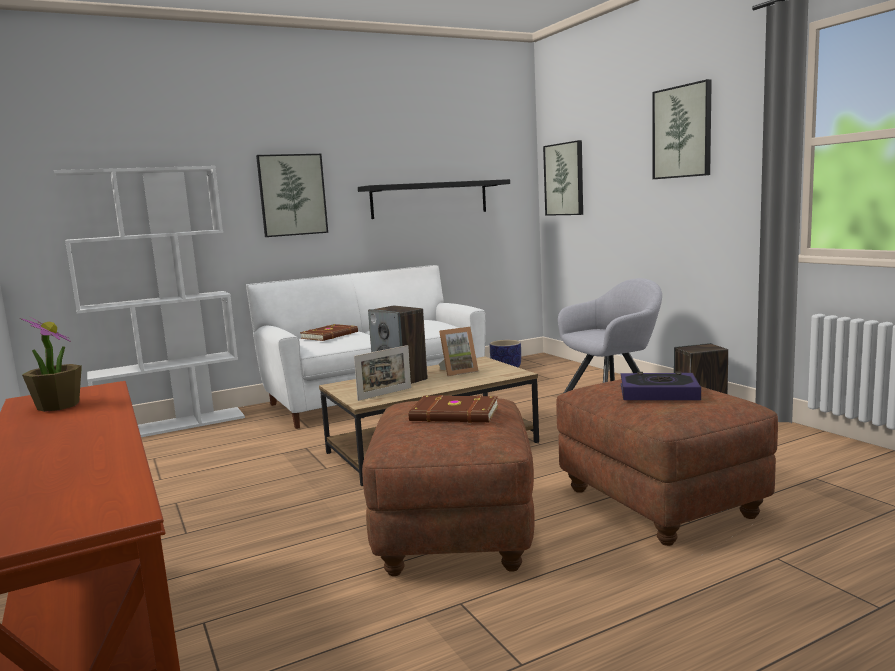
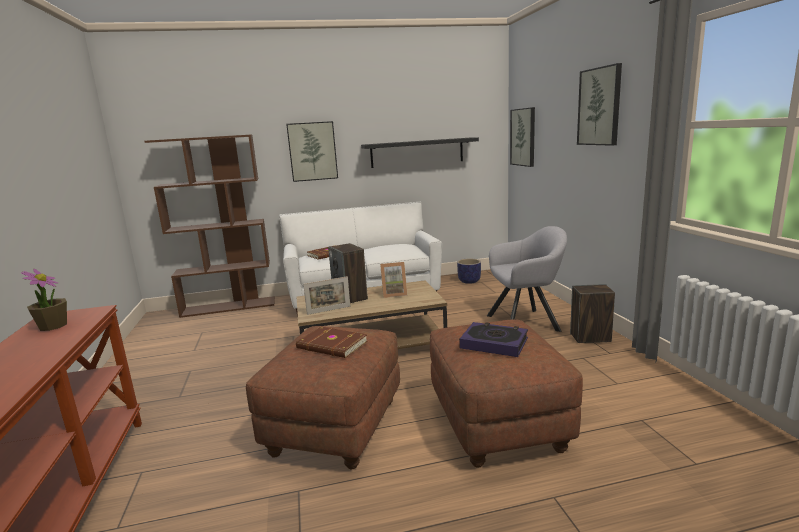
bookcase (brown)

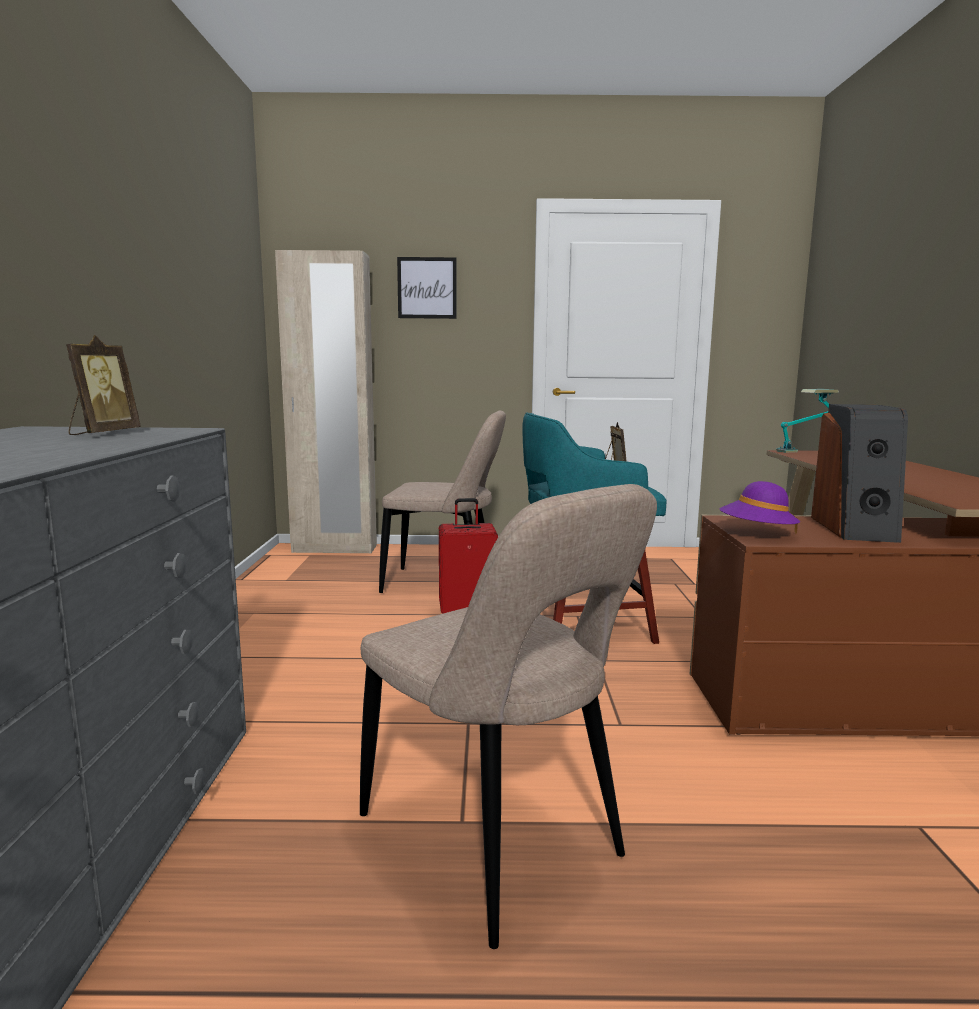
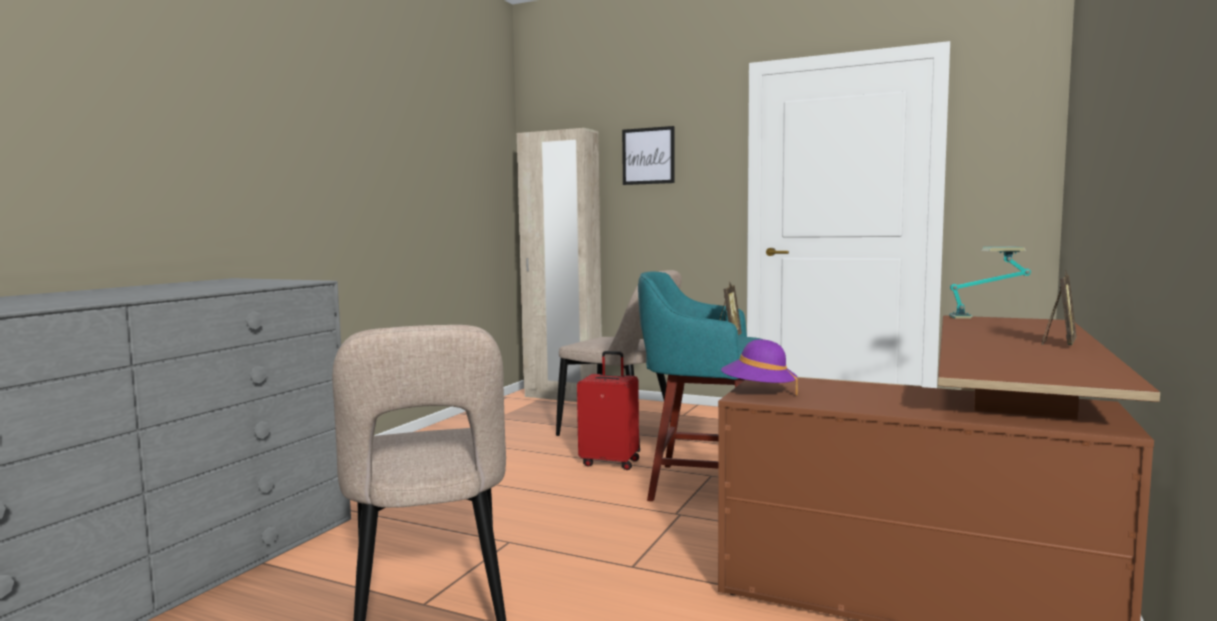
audio speaker; picture frame (no. 2 from left)

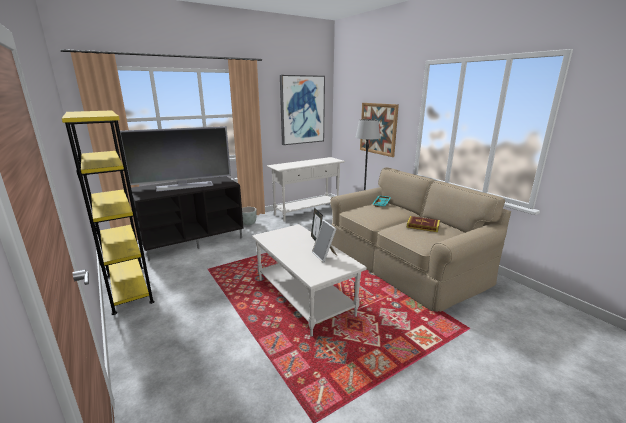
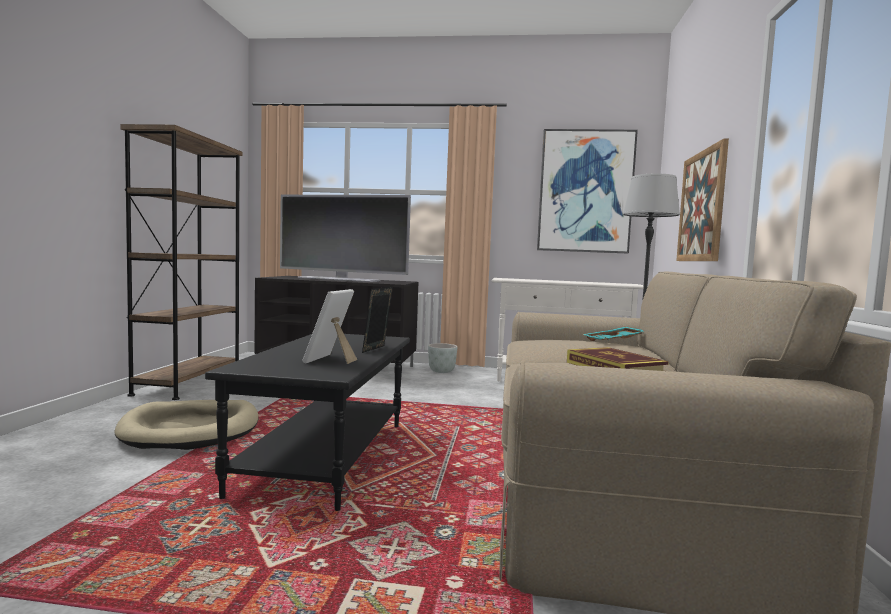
pet bed (beige); bookcase (brown); low table (black-coloured)

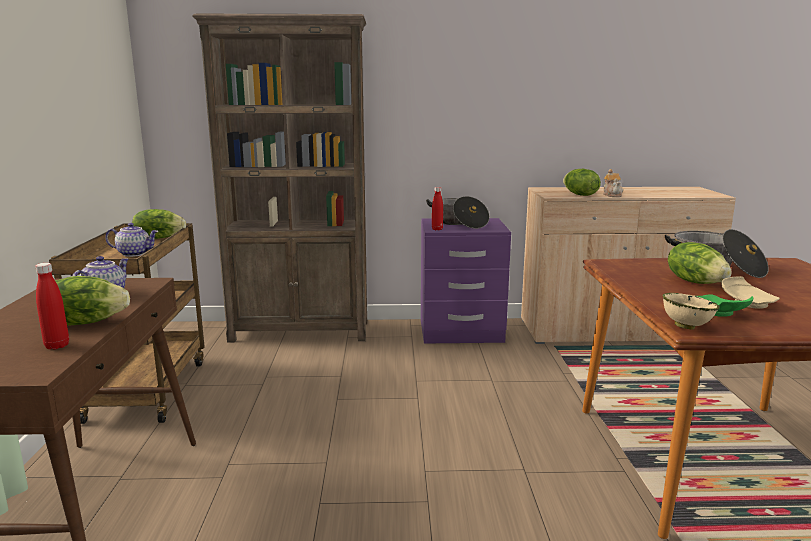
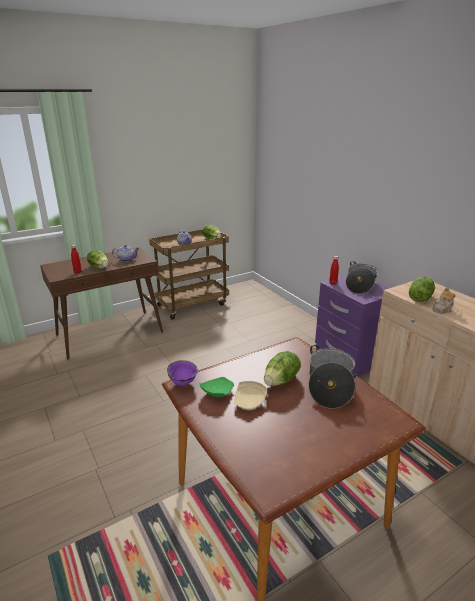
bookcase (brown); deep dish (purple)

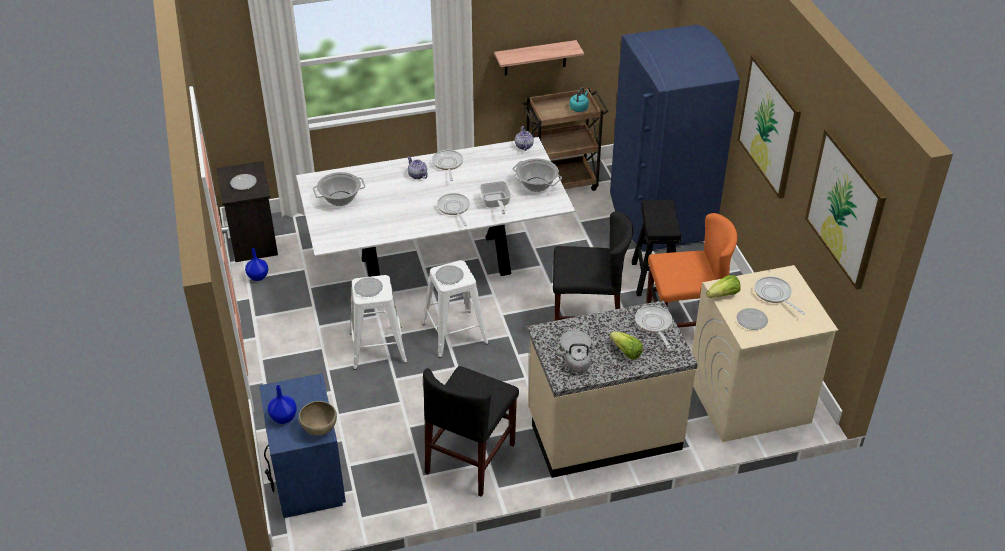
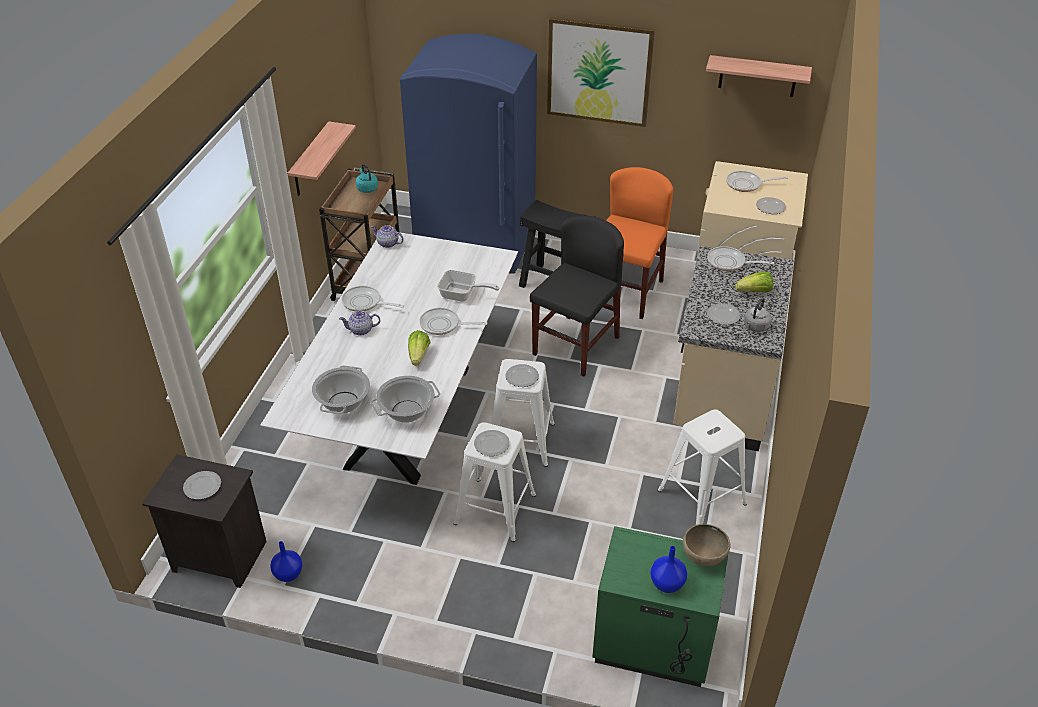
stockpot (no. 2 from left); lettuce head (no. 1 from left); sitting stool (white) (no. 3 from left); shelf (no. 2 from left); nightstand (green-coloured)

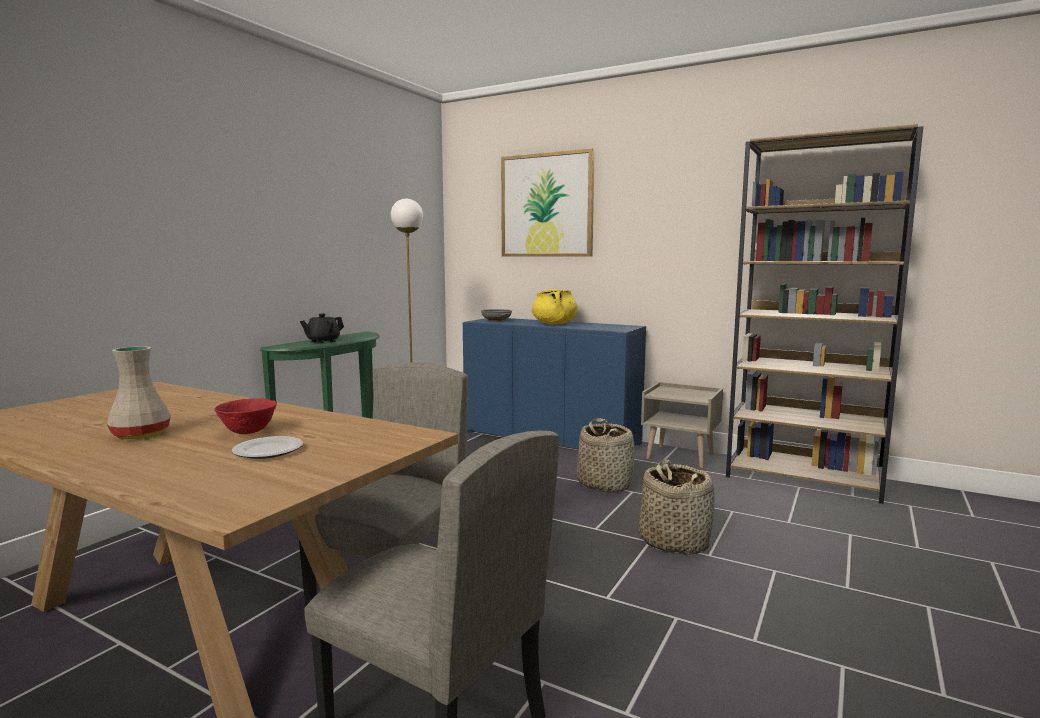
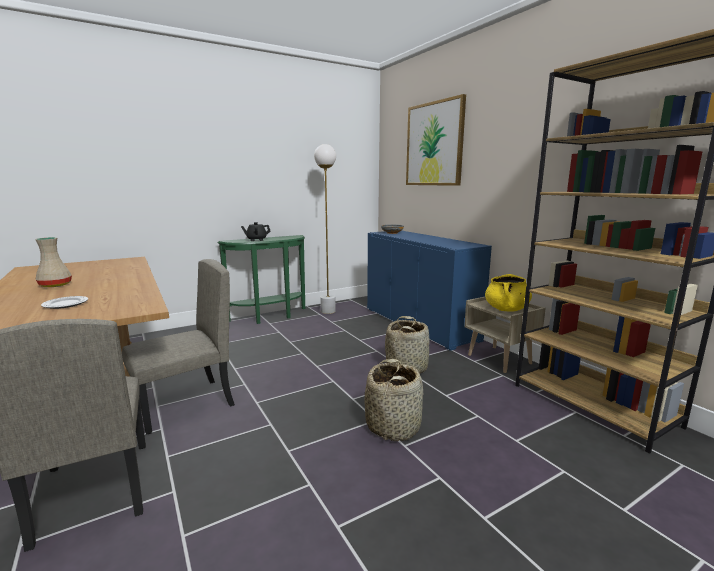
deep dish (red-coloured); stockpot (yellowish)

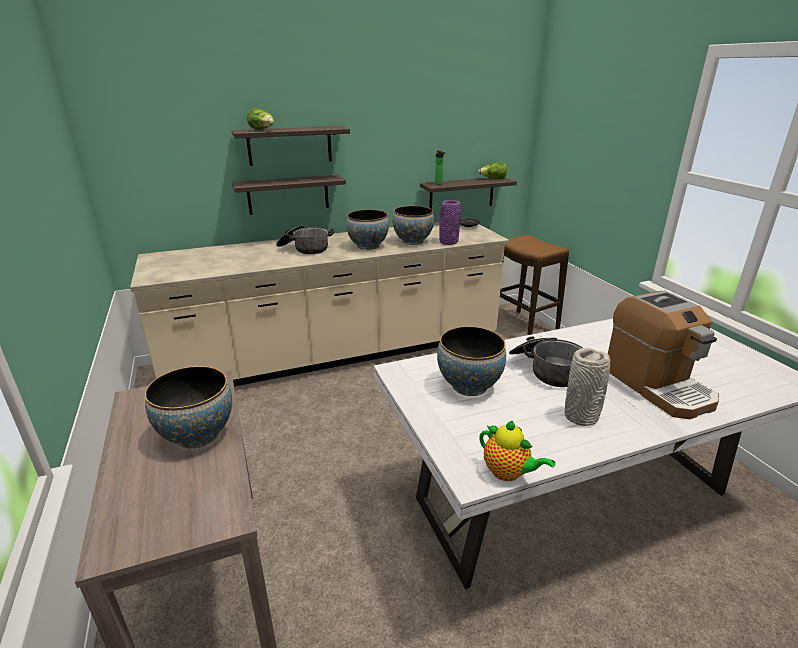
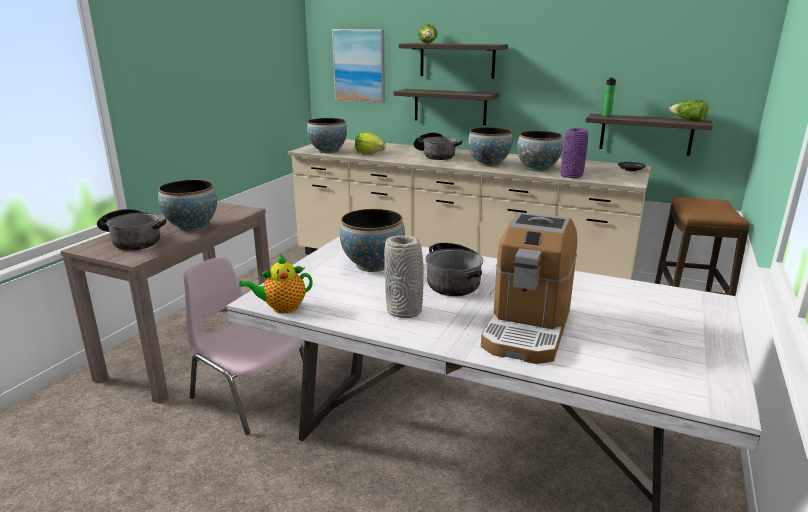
stockpot (no. 1 from left); upright chair (pink); deep dish (no. 2 from left); picture; lettuce head (no. 1 from left); pot for tea

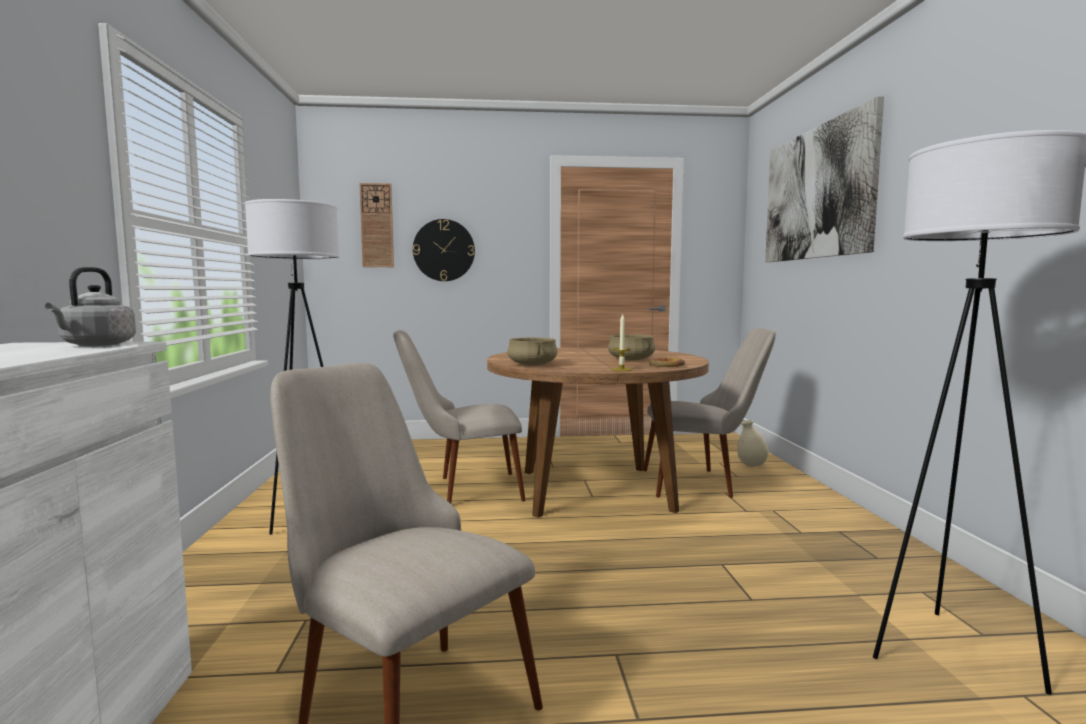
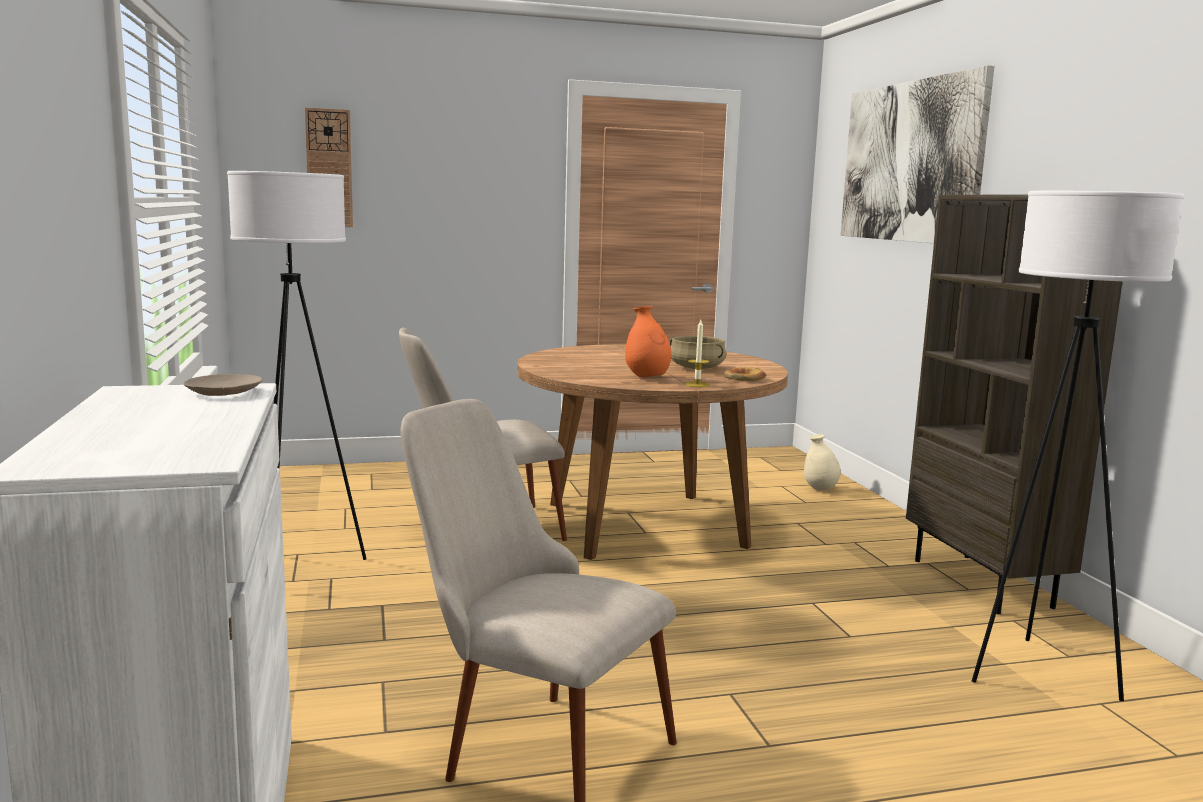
hanging clock (no. 2 from left in the first image); stockpot (beige) (no. 1 from left in the first image); upright chair (beige) (no. 3 from left in the first image); vase (orangey); bookcase (brown); dinner plate (beige)

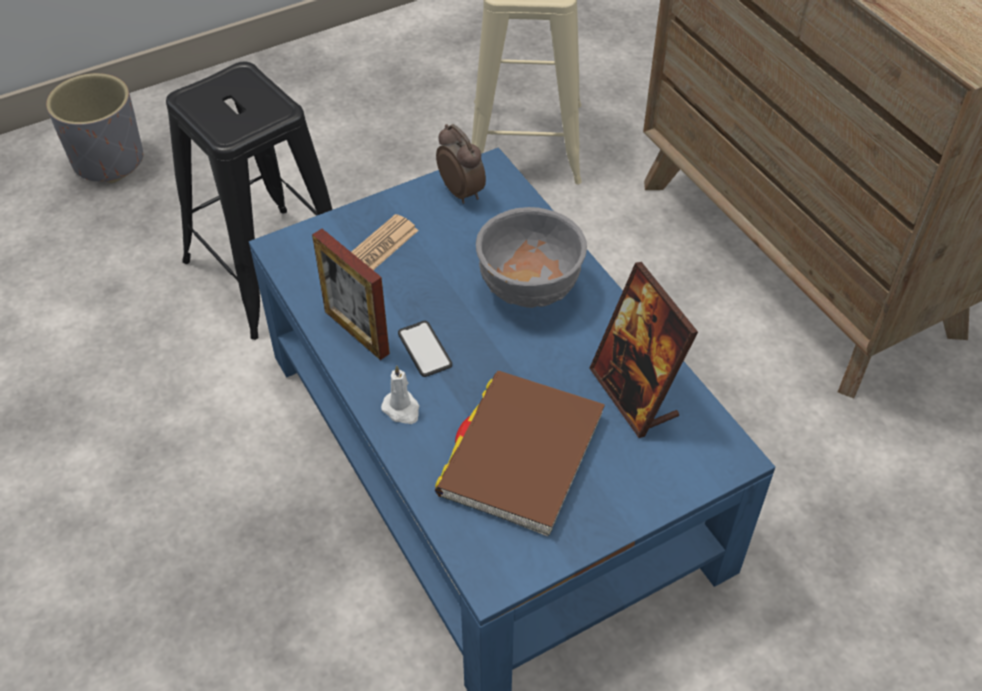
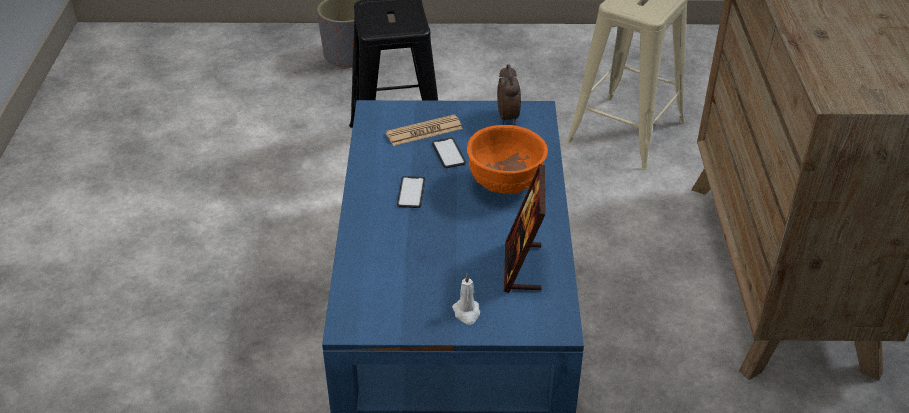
picture frame (no. 1 from left in the first image); book (brown); handset (no. 2 from left); wax light (white); deep dish (orangey)

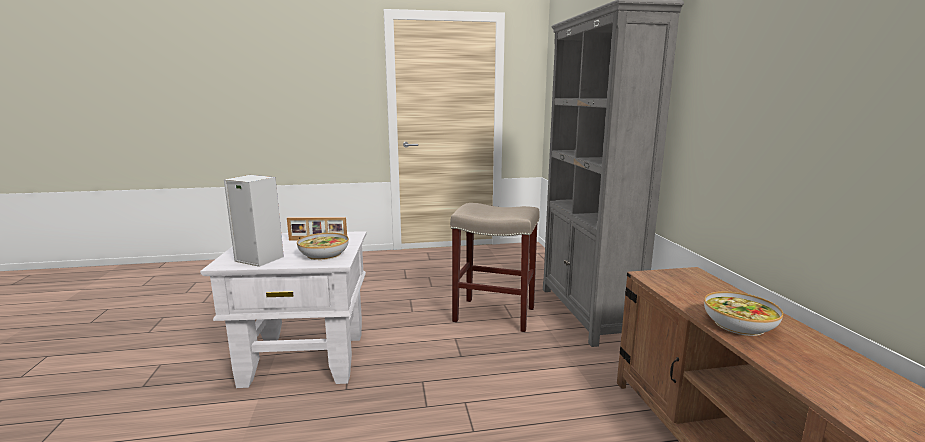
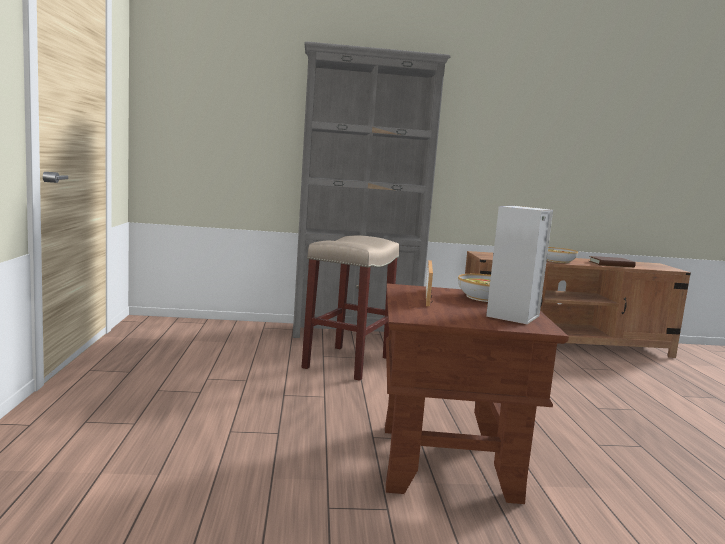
book (brown); accent table (brown)

